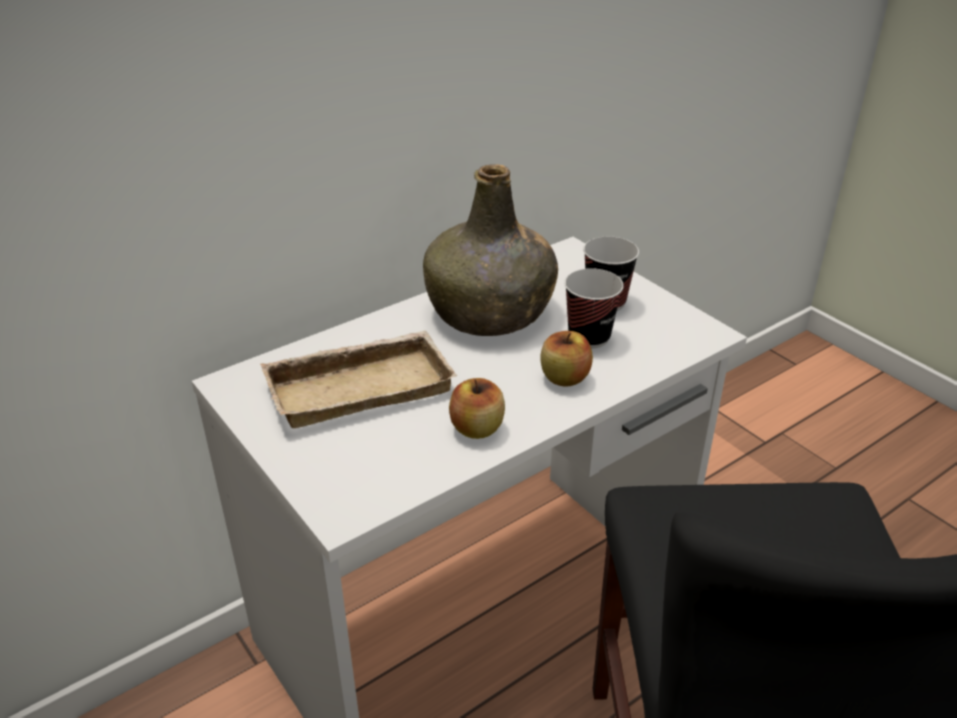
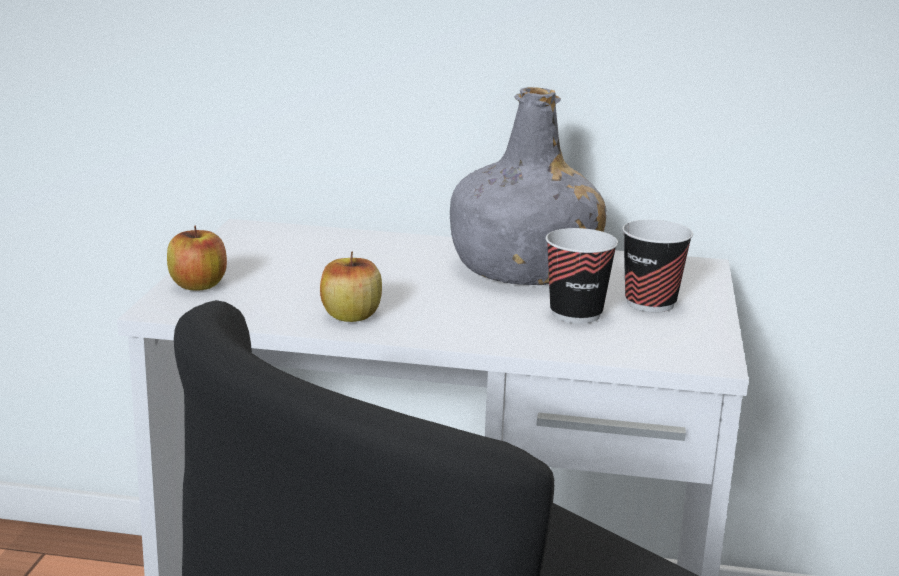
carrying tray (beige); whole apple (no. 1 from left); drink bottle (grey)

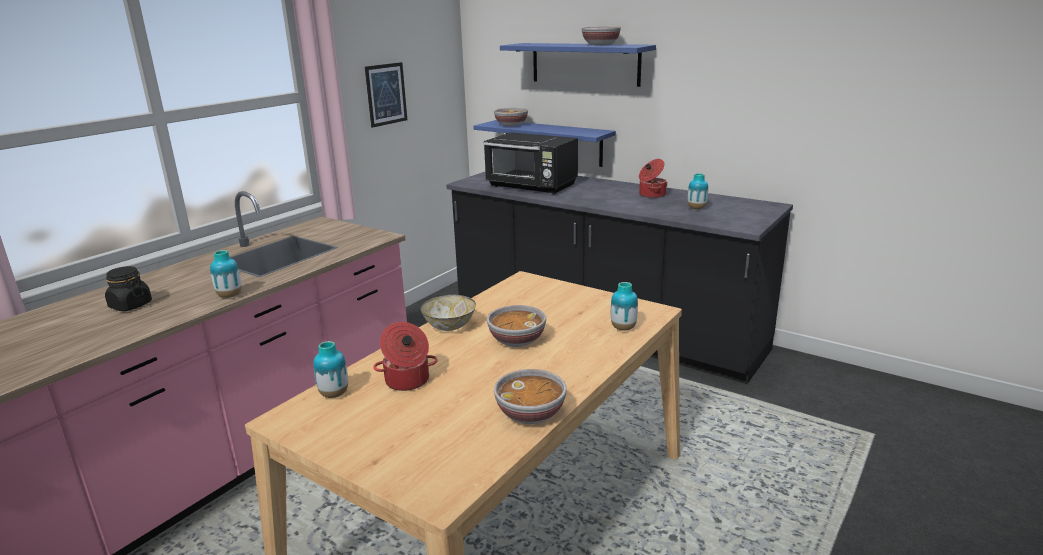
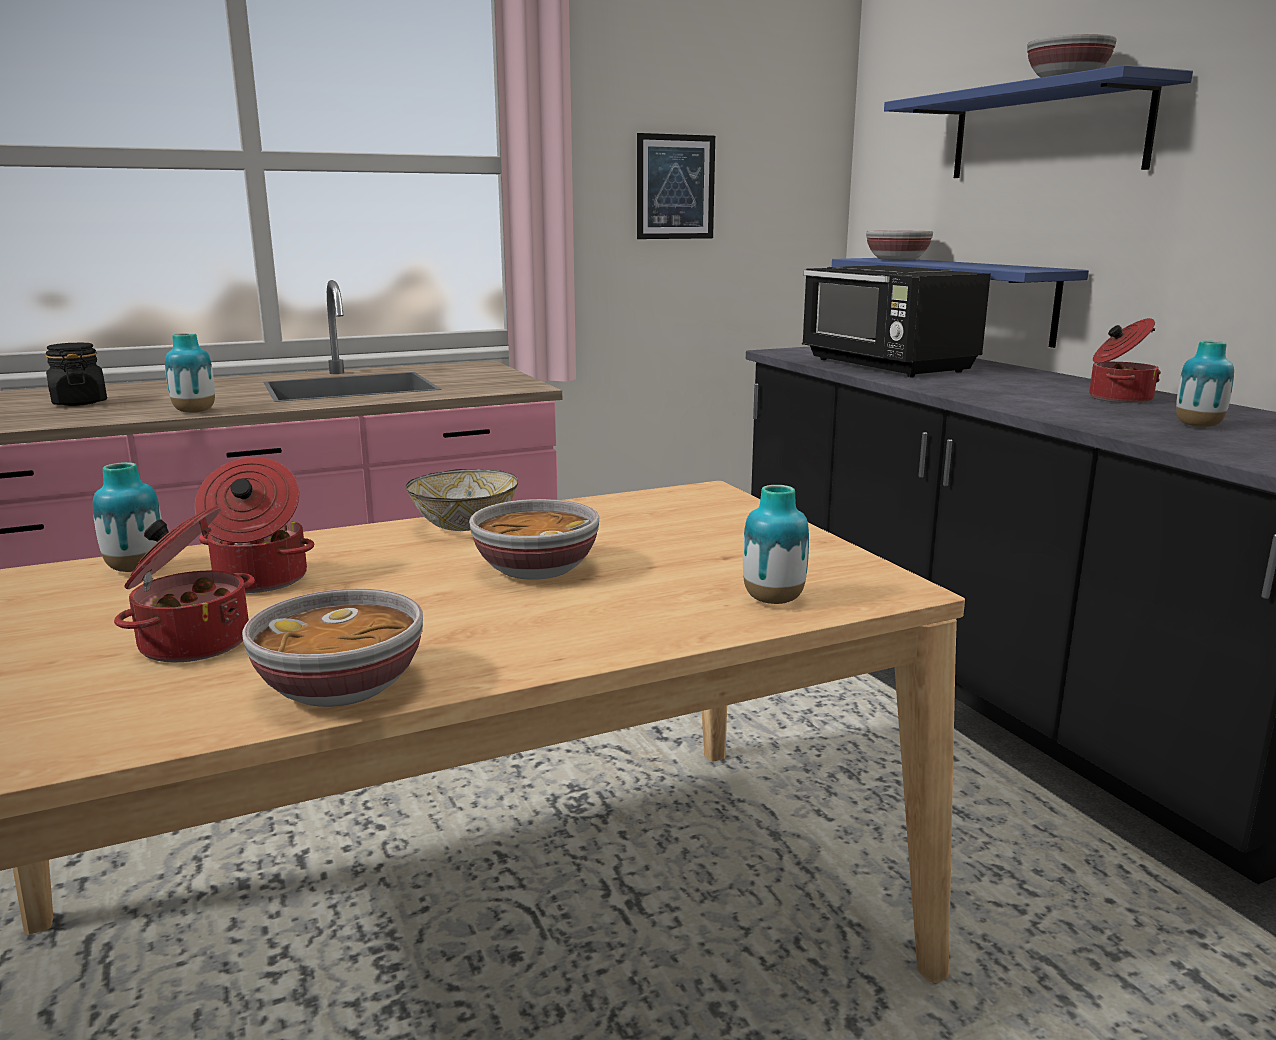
stockpot (no. 1 from left)

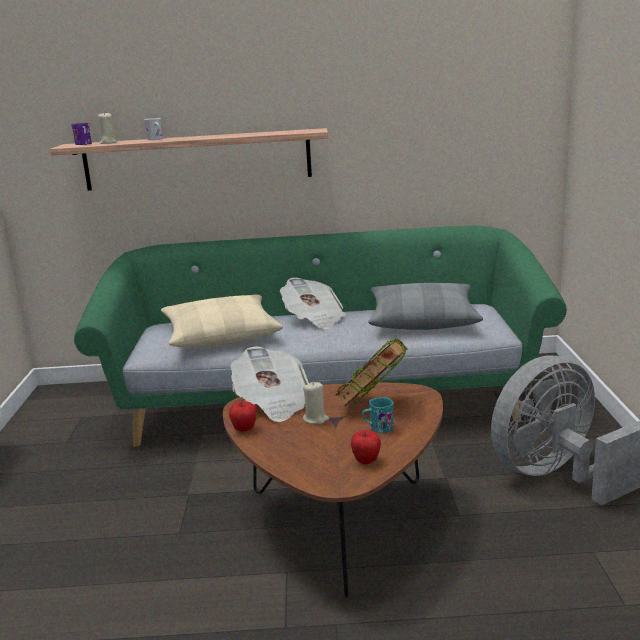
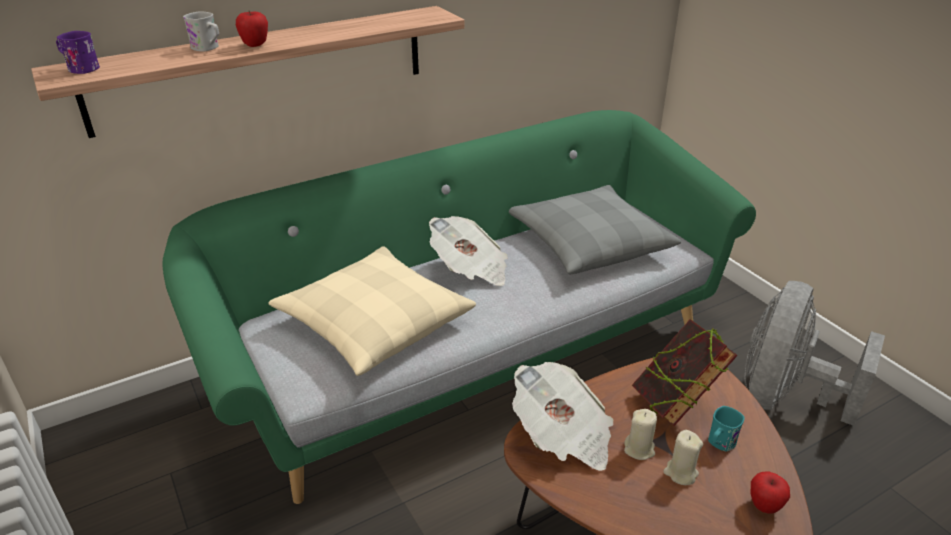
wax light (beige) (no. 2 from left); whole apple (no. 1 from left)

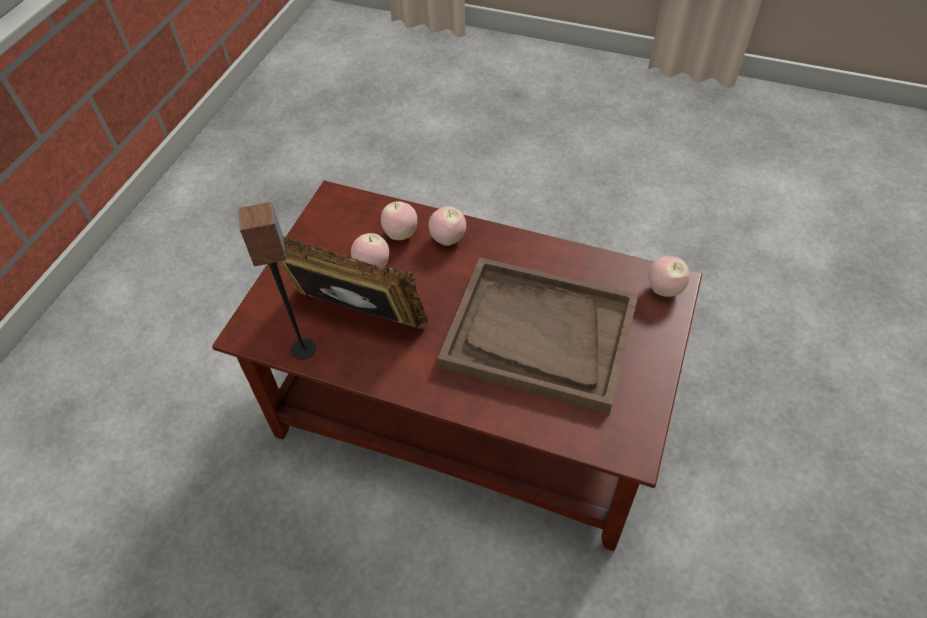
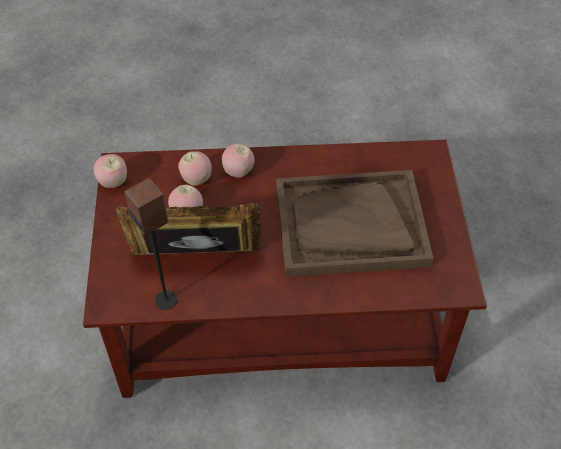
whole apple (no. 1 from left)

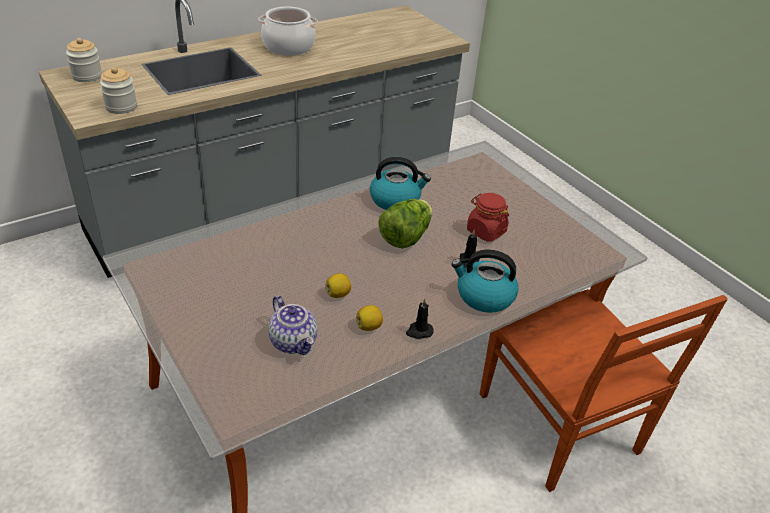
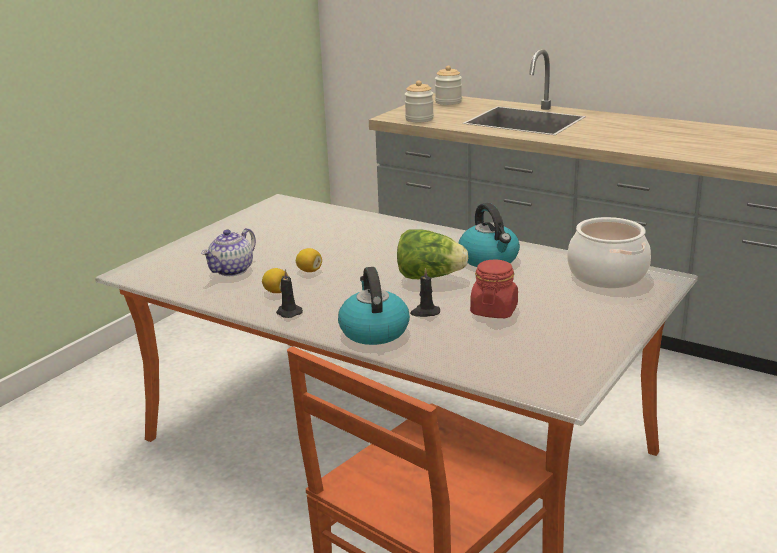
stockpot

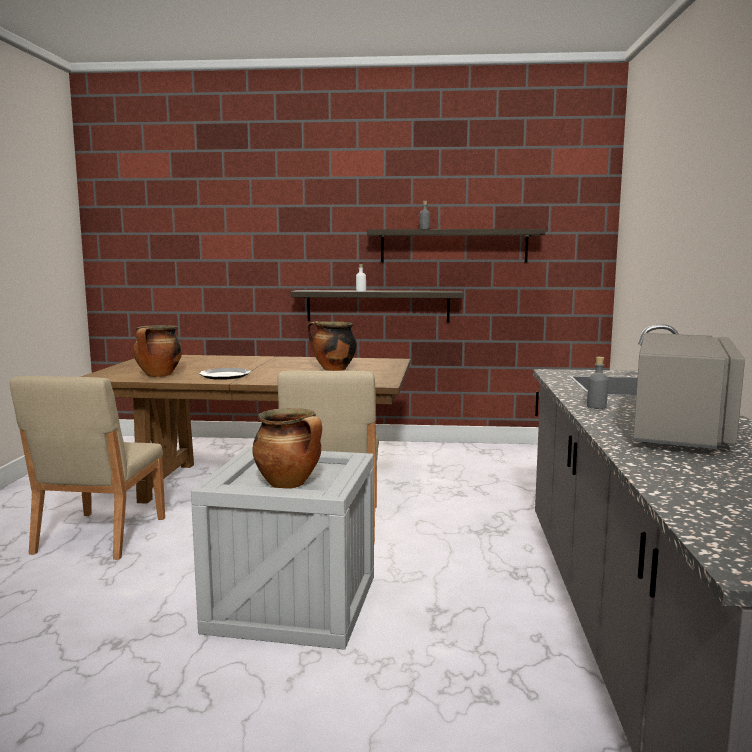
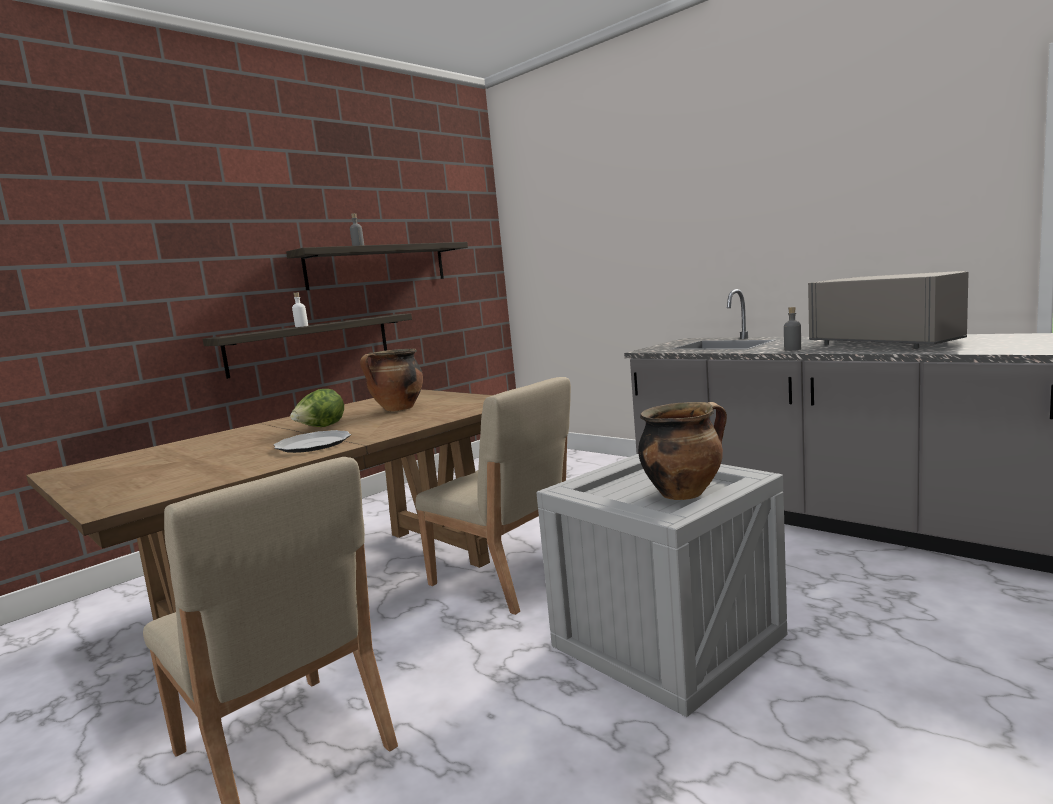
stockpot (no. 1 from left in the first image); lettuce head

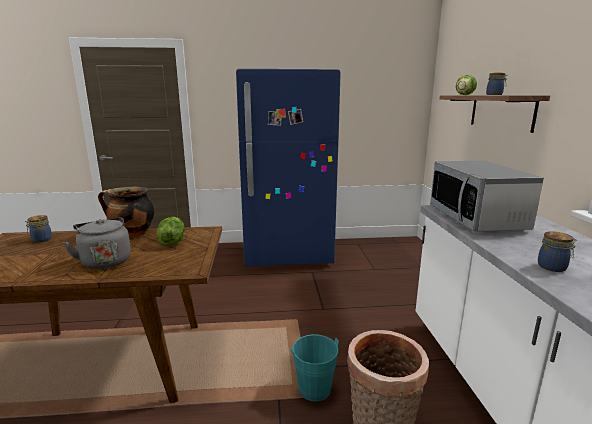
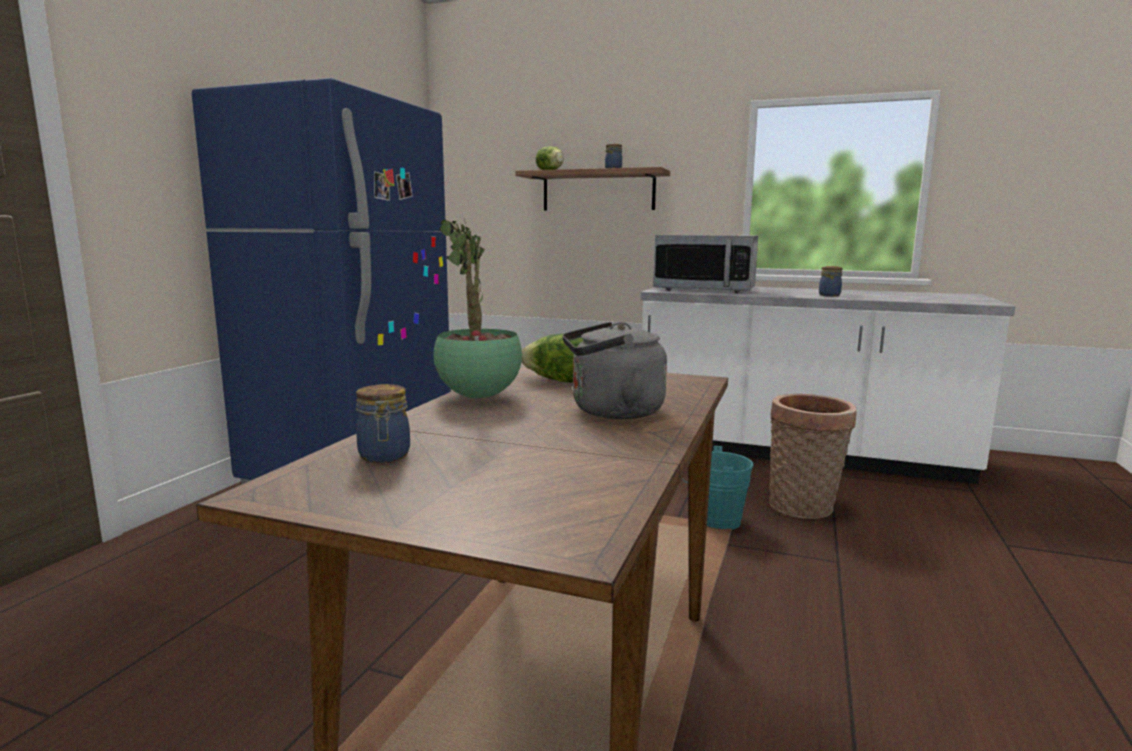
potted plant

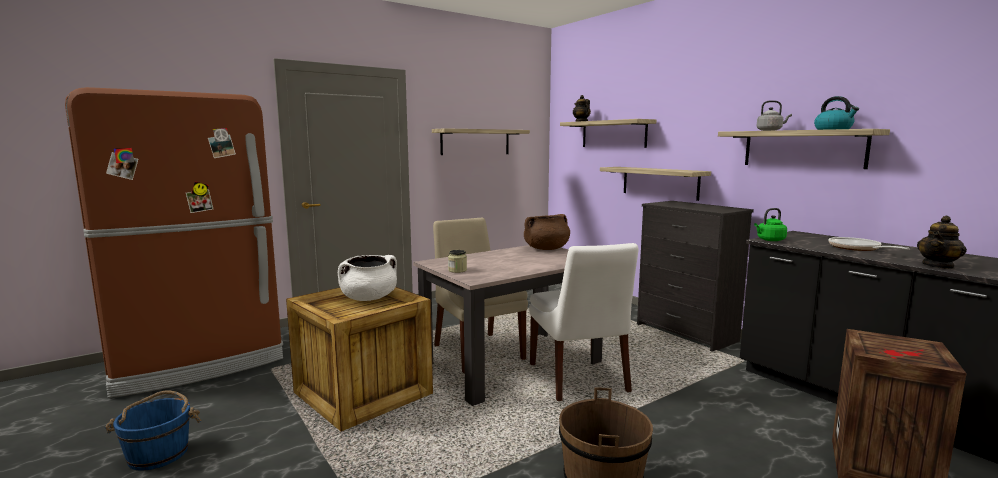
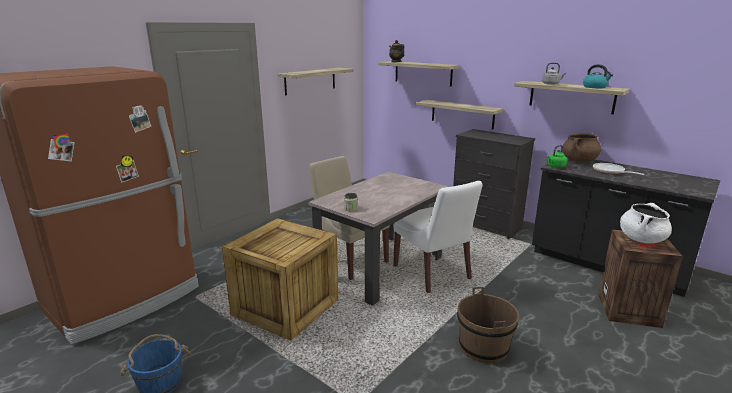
pot for tea (no. 2 from left in the first image); stockpot (white); stockpot (brown)

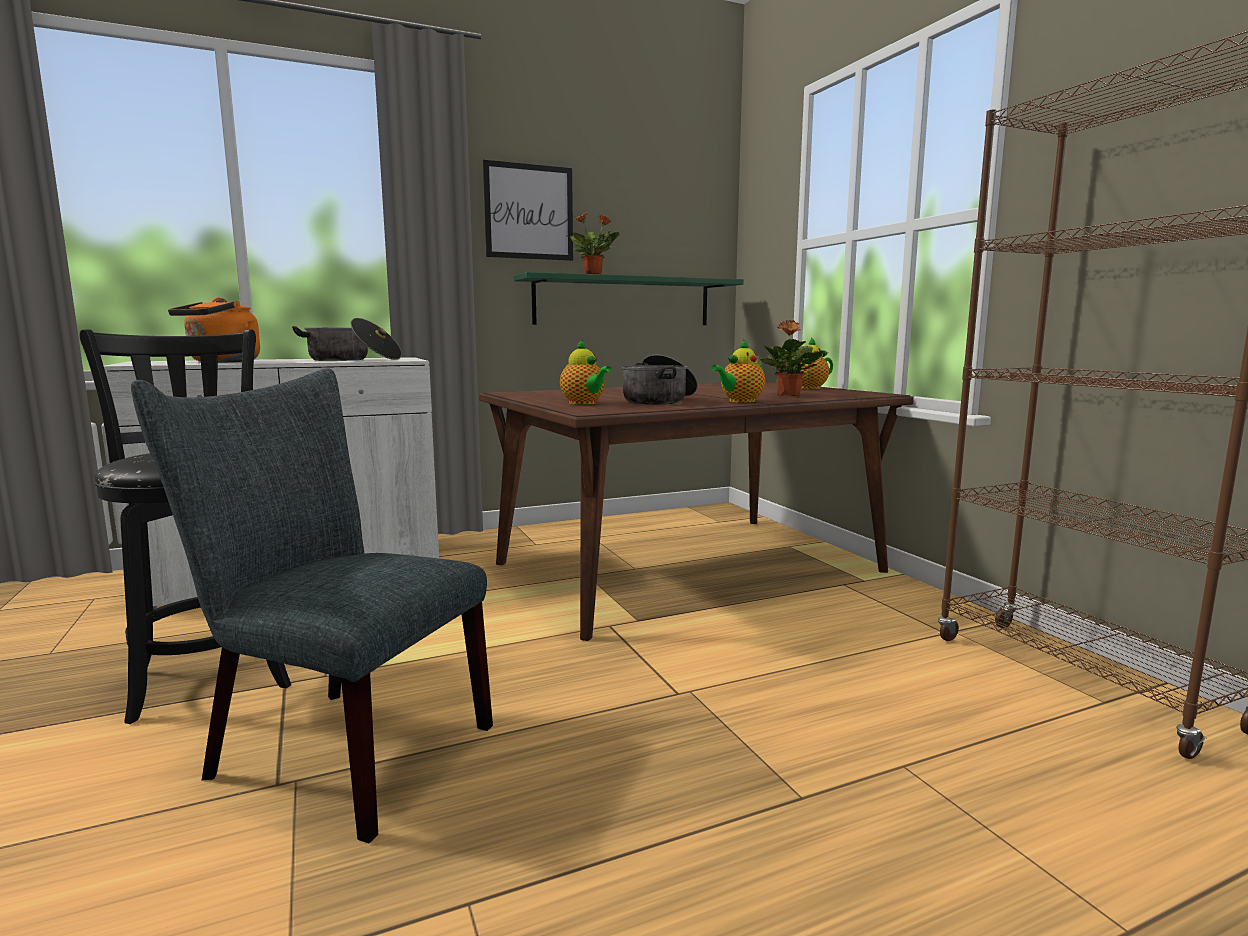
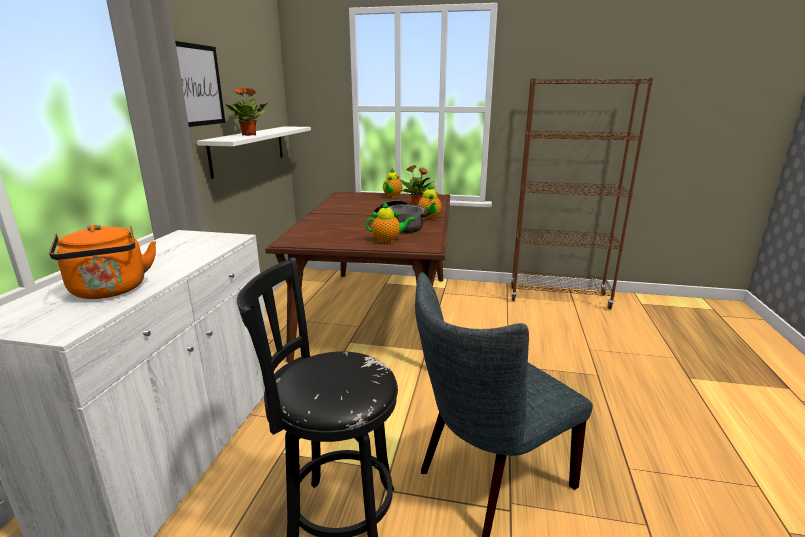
stockpot (no. 1 from left in the first image); shelf (white)

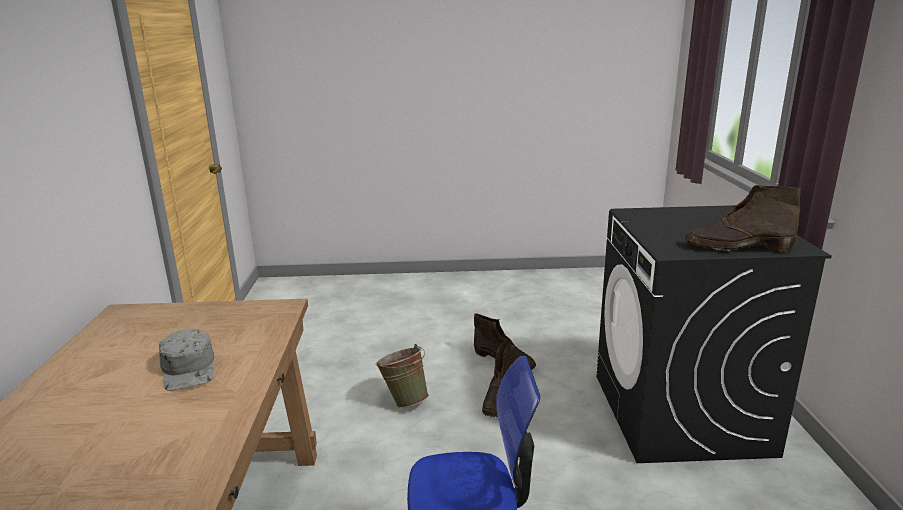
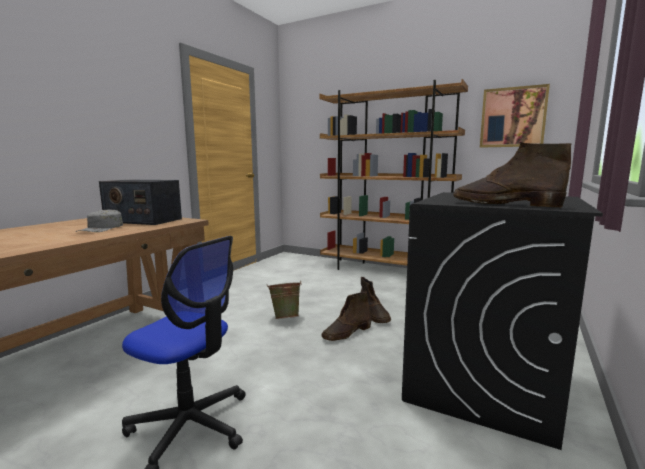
radio set; bookcase (brown); picture

